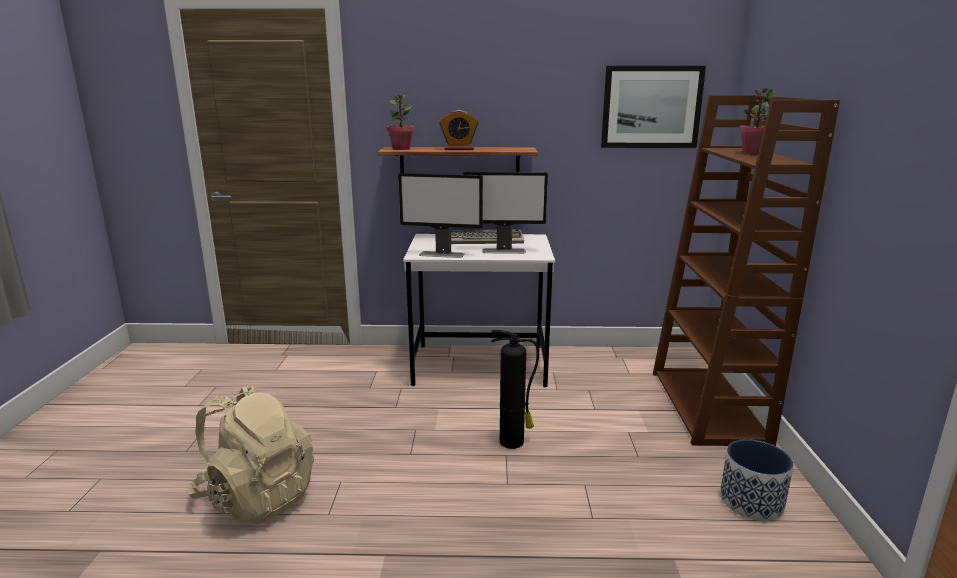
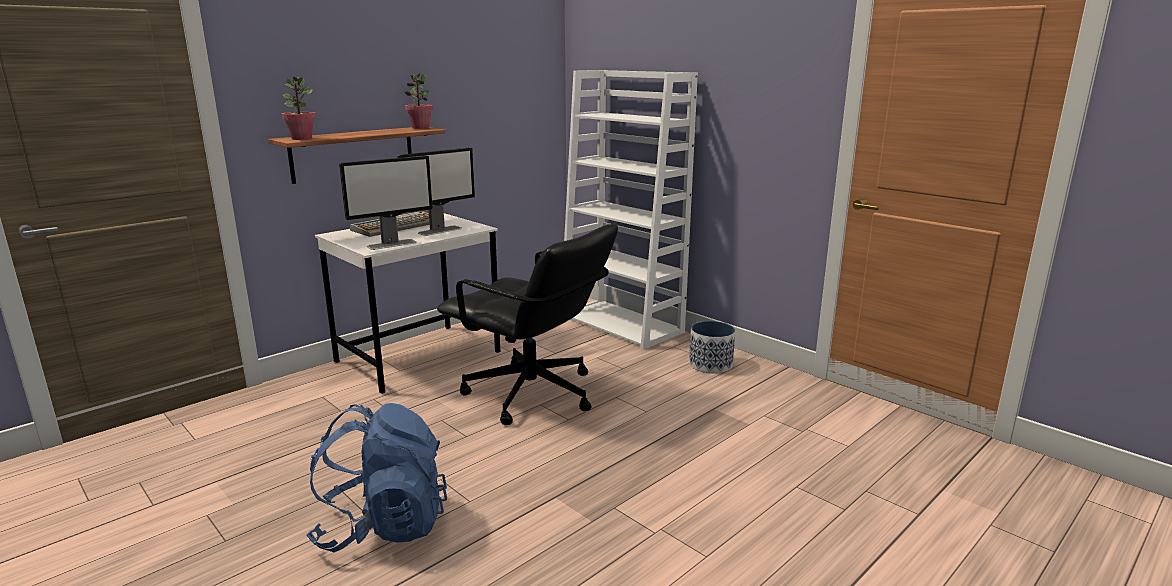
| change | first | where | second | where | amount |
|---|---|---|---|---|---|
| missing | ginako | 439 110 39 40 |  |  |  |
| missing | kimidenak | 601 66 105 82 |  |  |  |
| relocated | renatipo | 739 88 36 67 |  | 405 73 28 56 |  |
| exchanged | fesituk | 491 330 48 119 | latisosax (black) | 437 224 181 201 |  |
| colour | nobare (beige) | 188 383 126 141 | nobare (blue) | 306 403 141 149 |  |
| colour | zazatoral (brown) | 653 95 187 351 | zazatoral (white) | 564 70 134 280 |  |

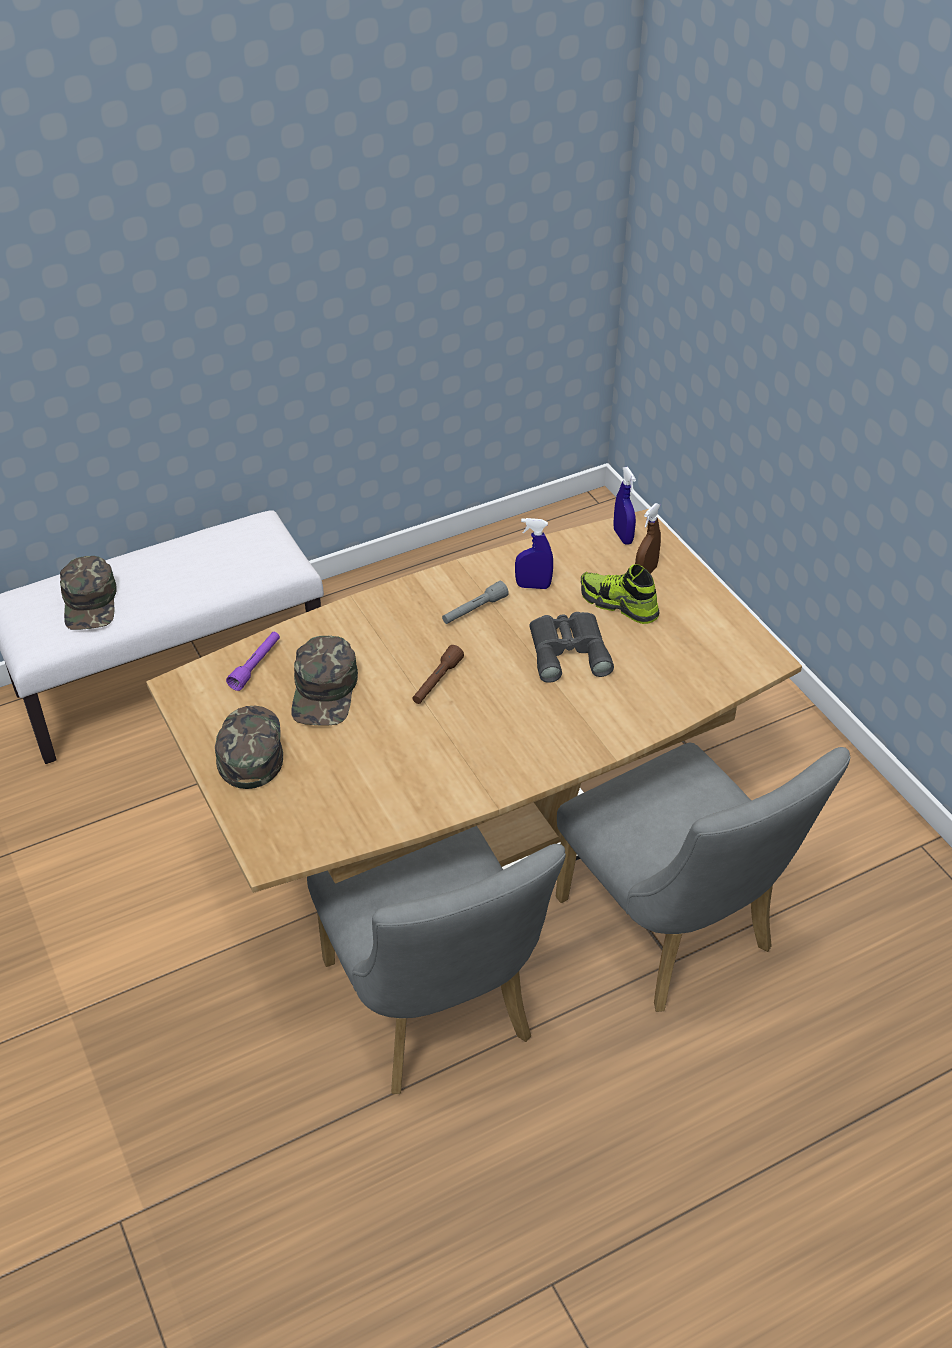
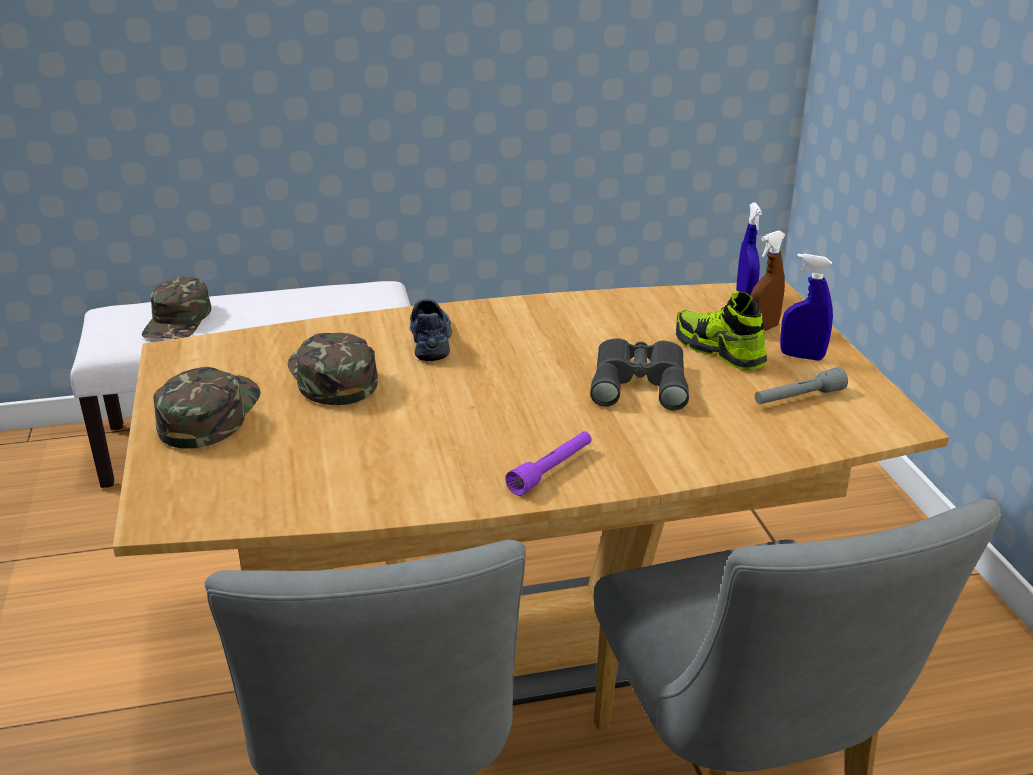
| change | first | where | second | where | amount |
|---|---|---|---|---|---|
| missing | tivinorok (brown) | 412 645 52 59 |  |  |  |
| appeared |  |  | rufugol | 410 299 42 62 |  |
| relocated | tivinorok (purple) | 226 632 54 59 |  | 505 431 87 65 |  |
| relocated | tivinorok (grey) | 442 581 67 43 |  | 755 367 93 37 |  |
| relocated | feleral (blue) | 515 518 38 71 |  | 780 254 53 106 |  |
| spun | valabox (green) | 291 635 67 91 |  | 287 333 91 72 | 135 degrees clockwise |

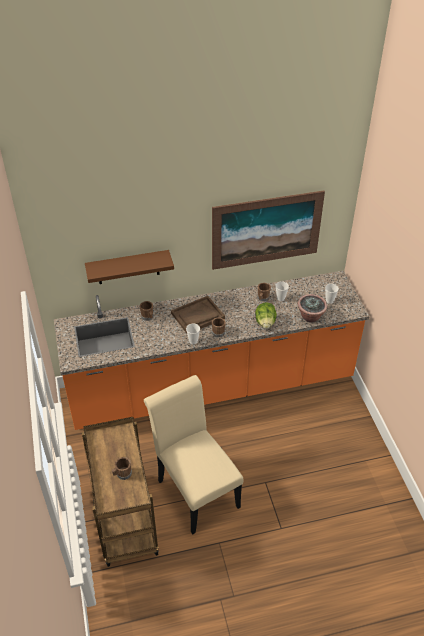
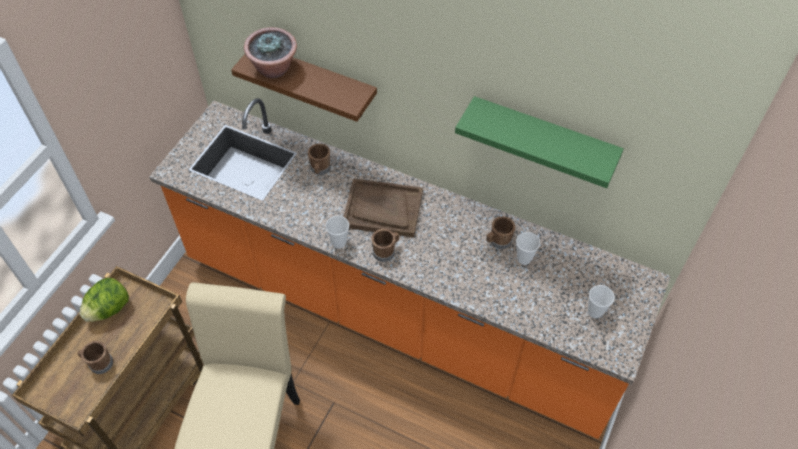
| change | first | where | second | where | amount |
|---|---|---|---|---|---|
| relocated | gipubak | 255 302 22 27 |  | 79 278 50 44 |  |
| relocated | renatipo | 298 294 29 28 |  | 244 27 53 51 |  |
| exchanged | kimidenak | 212 190 113 80 | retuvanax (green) | 455 96 169 92 |  |

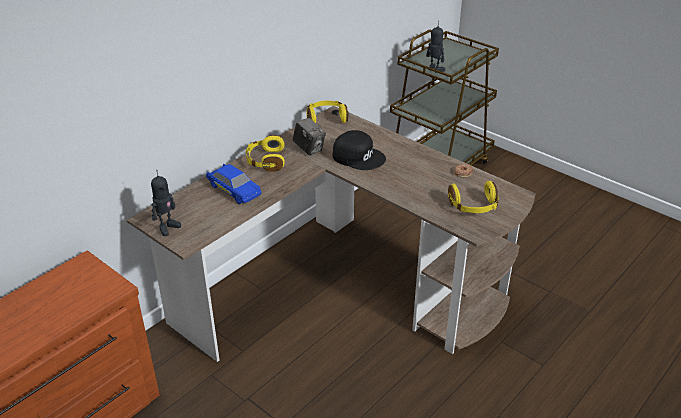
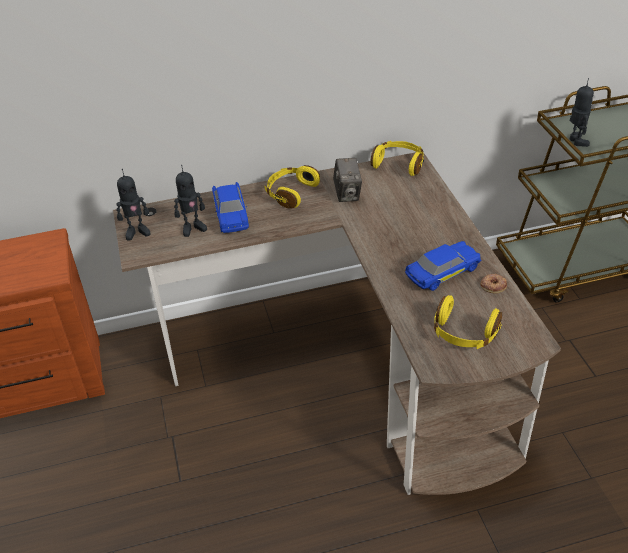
| change | first | where | second | where | amount |
|---|---|---|---|---|---|
| missing | valabox (black) | 332 130 54 40 |  |  |  |
| appeared |  |  | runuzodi | 174 165 33 72 |  |
| appeared |  |  | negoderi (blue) | 405 241 76 50 |  |

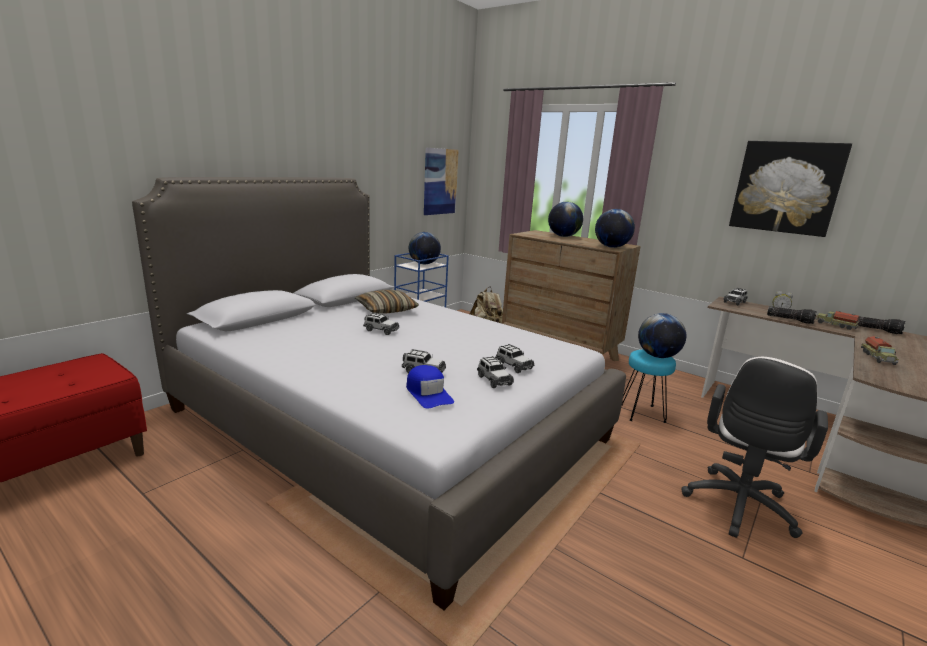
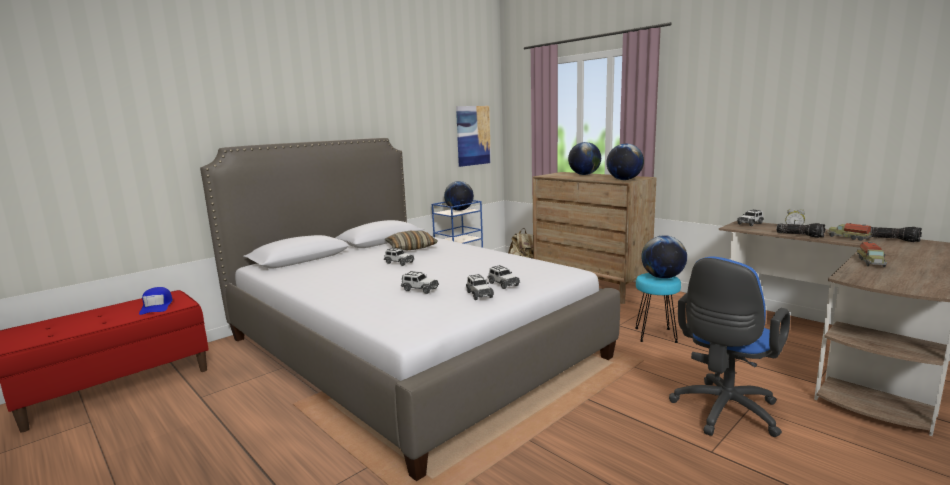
| change | first | where | second | where | amount |
|---|---|---|---|---|---|
| missing | kimidenak | 729 141 123 96 |  |  |  |
| relocated | valabox (blue) | 406 365 48 44 |  | 139 287 34 28 |  |
| colour | latisosax (white) | 681 357 147 181 | latisosax (blue) | 669 257 121 180 |  |

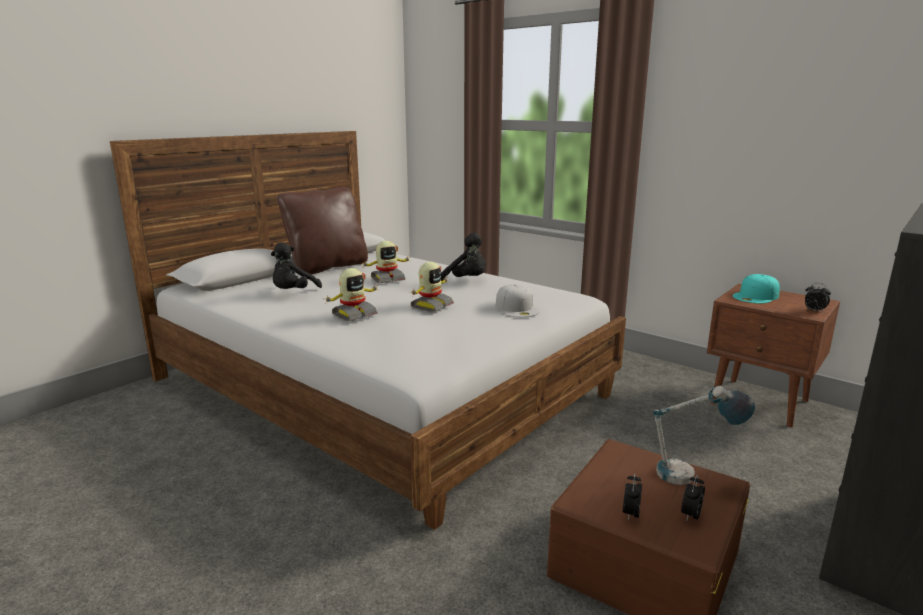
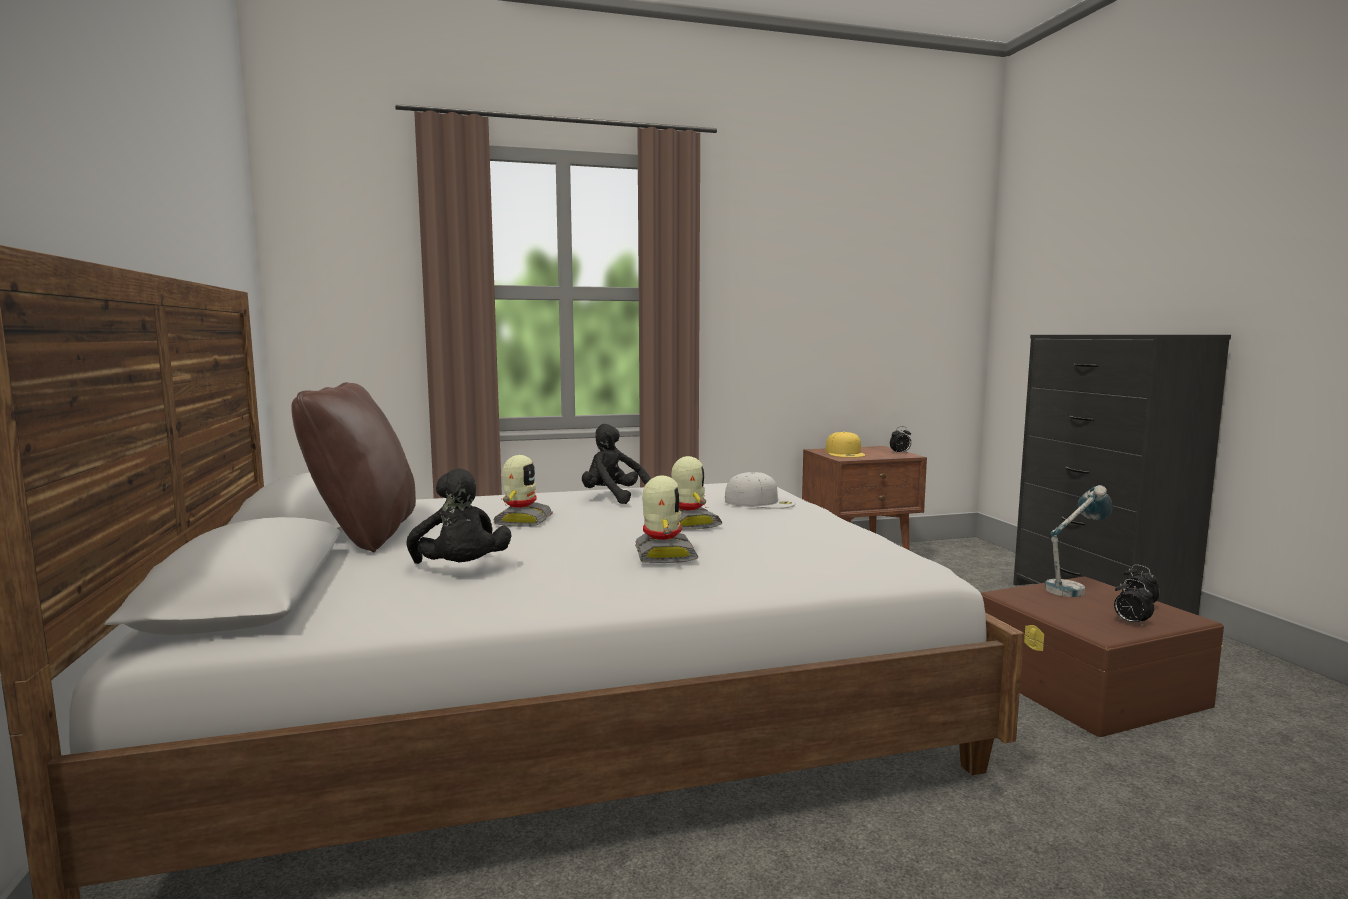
| change | first | where | second | where | amount |
|---|---|---|---|---|---|
| colour | valabox (turquoise) | 733 274 47 30 | valabox (yellow) | 826 431 39 27 |  |
| spun | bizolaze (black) | 441 233 45 48 |  | 582 424 69 80 | 120 degrees counterclockwise |

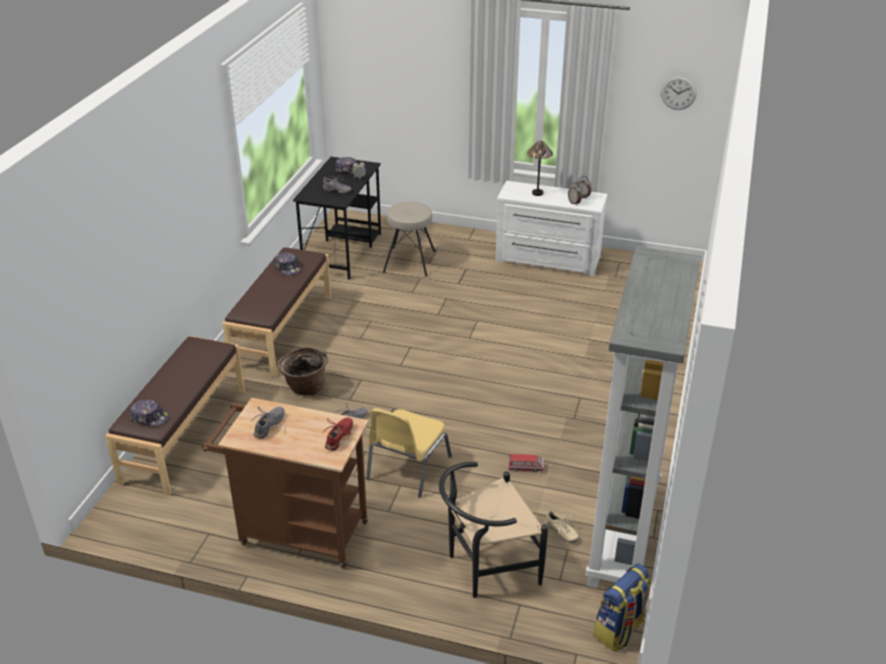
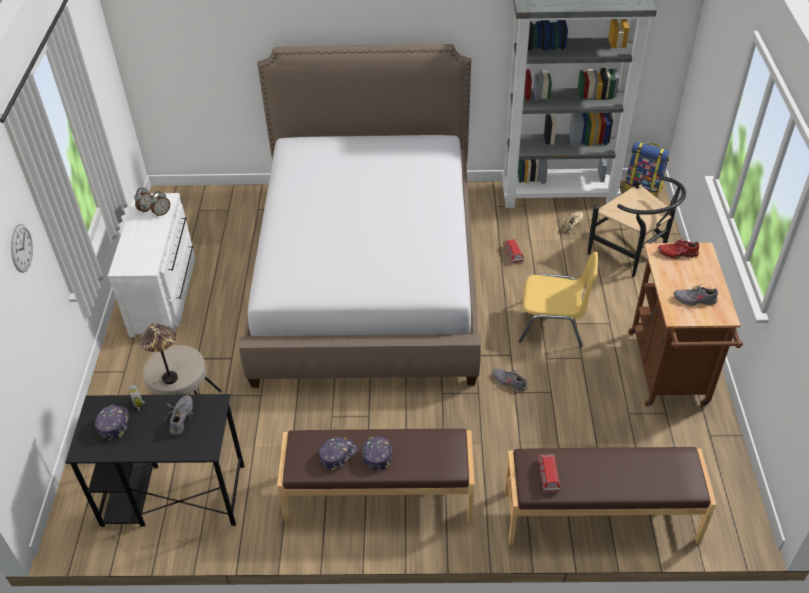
| change | first | where | second | where | amount |
|---|---|---|---|---|---|
| missing | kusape | 278 347 51 48 |  |  |  |
| appeared |  |  | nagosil | 239 44 242 344 |  |
| appeared |  |  | negoderi | 538 454 22 39 |  |
| relocated | valabox | 130 400 39 26 |  | 362 436 30 35 |  |
| relocated | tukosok | 527 141 26 55 |  | 139 323 39 61 |  |
| relocated | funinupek | 661 76 36 34 |  | 11 224 22 49 |  |

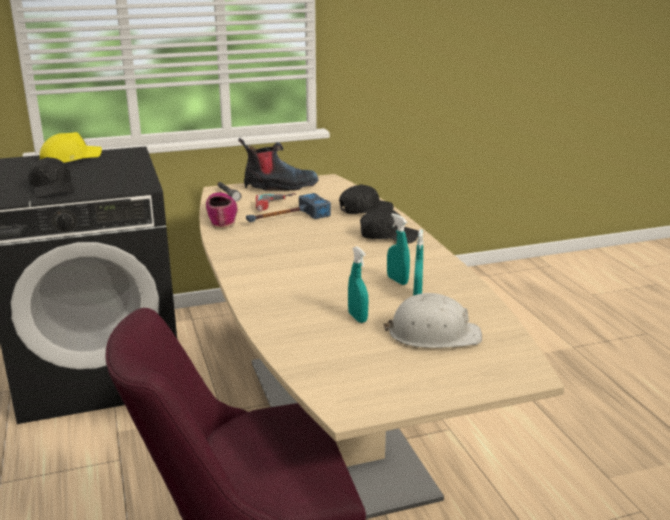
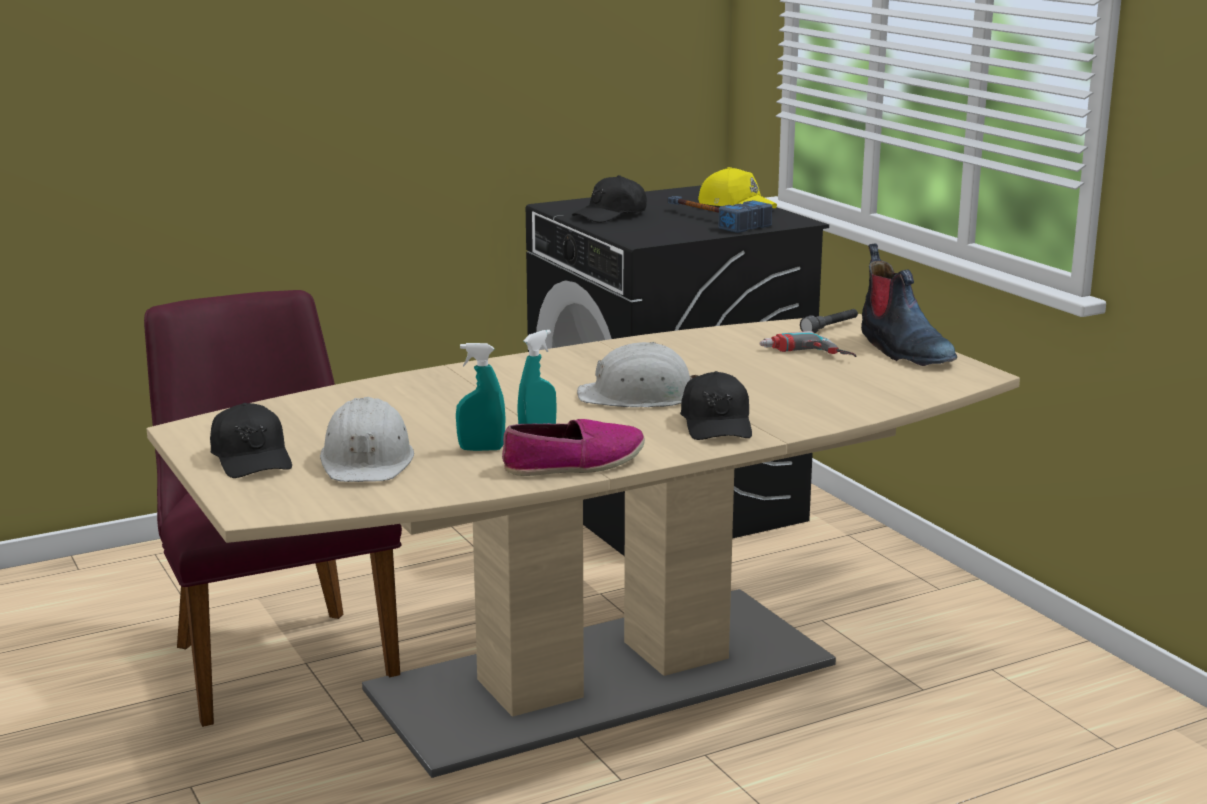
| change | first | where | second | where | amount |
|---|---|---|---|---|---|
| missing | feleral (turquoise) | 348 246 20 77 |  |  |  |
| appeared |  |  | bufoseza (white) | 577 342 121 65 |  |
| relocated | rufugol | 206 192 32 37 |  | 502 419 143 57 |  |
| relocated | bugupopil | 246 193 85 29 |  | 668 196 104 37 |  |
| relocated | valabox (black) | 339 184 55 30 |  | 210 403 82 75 |  |

